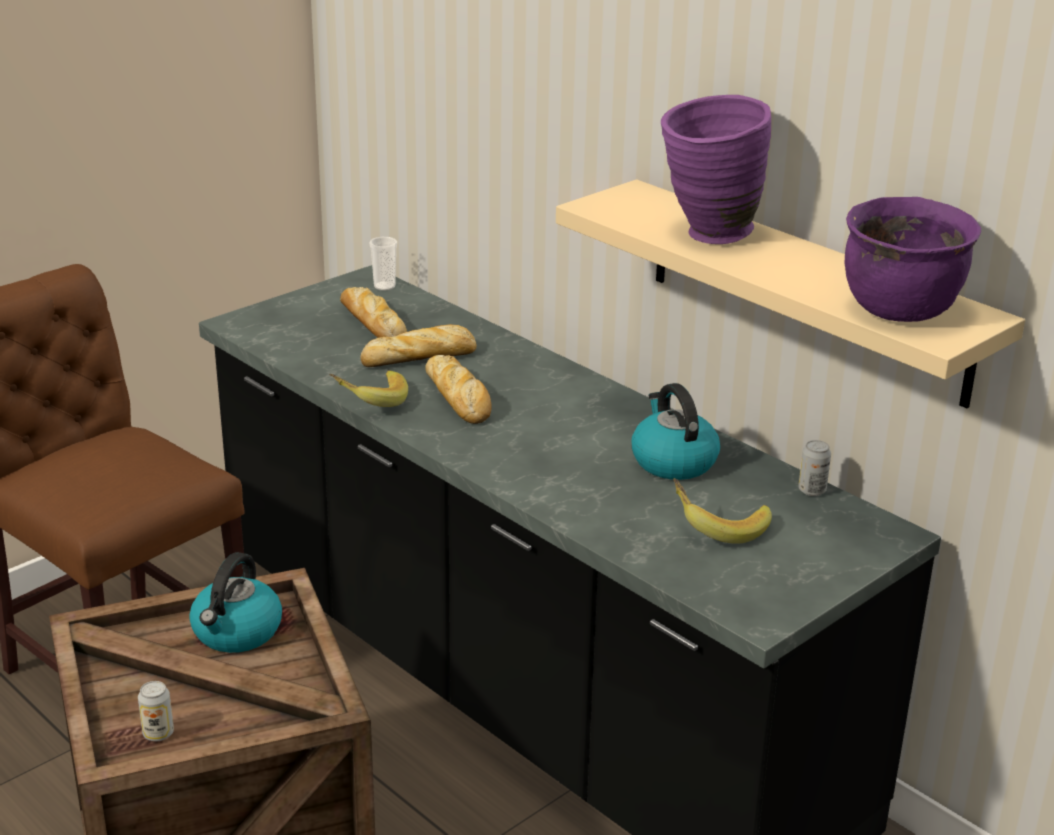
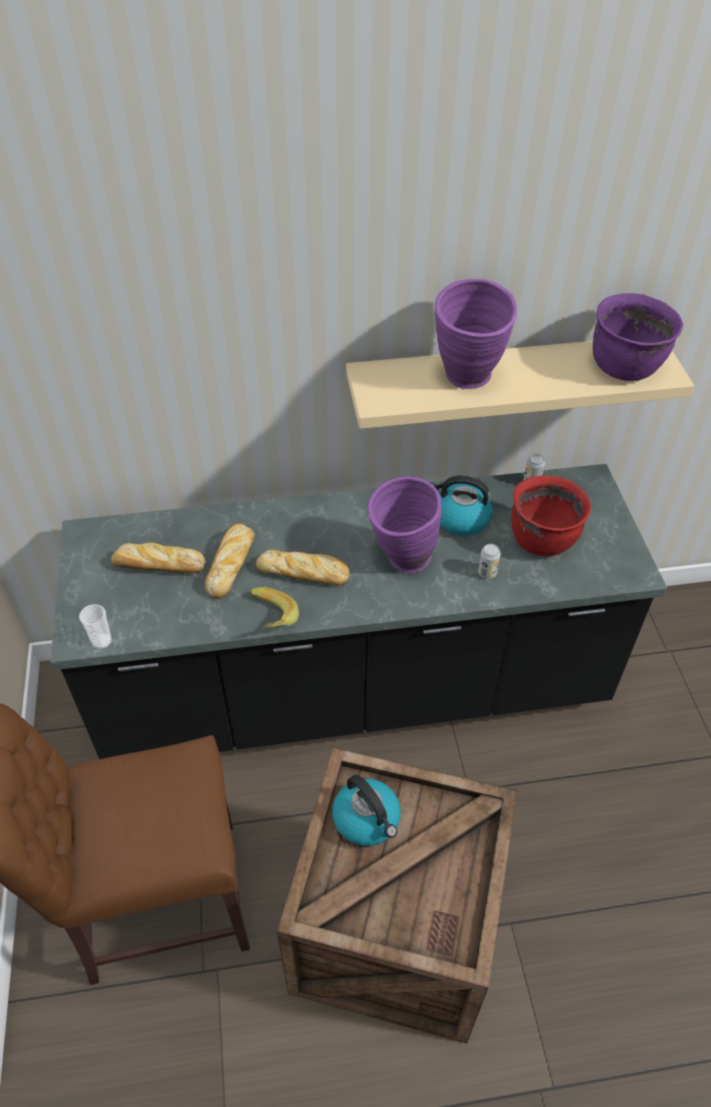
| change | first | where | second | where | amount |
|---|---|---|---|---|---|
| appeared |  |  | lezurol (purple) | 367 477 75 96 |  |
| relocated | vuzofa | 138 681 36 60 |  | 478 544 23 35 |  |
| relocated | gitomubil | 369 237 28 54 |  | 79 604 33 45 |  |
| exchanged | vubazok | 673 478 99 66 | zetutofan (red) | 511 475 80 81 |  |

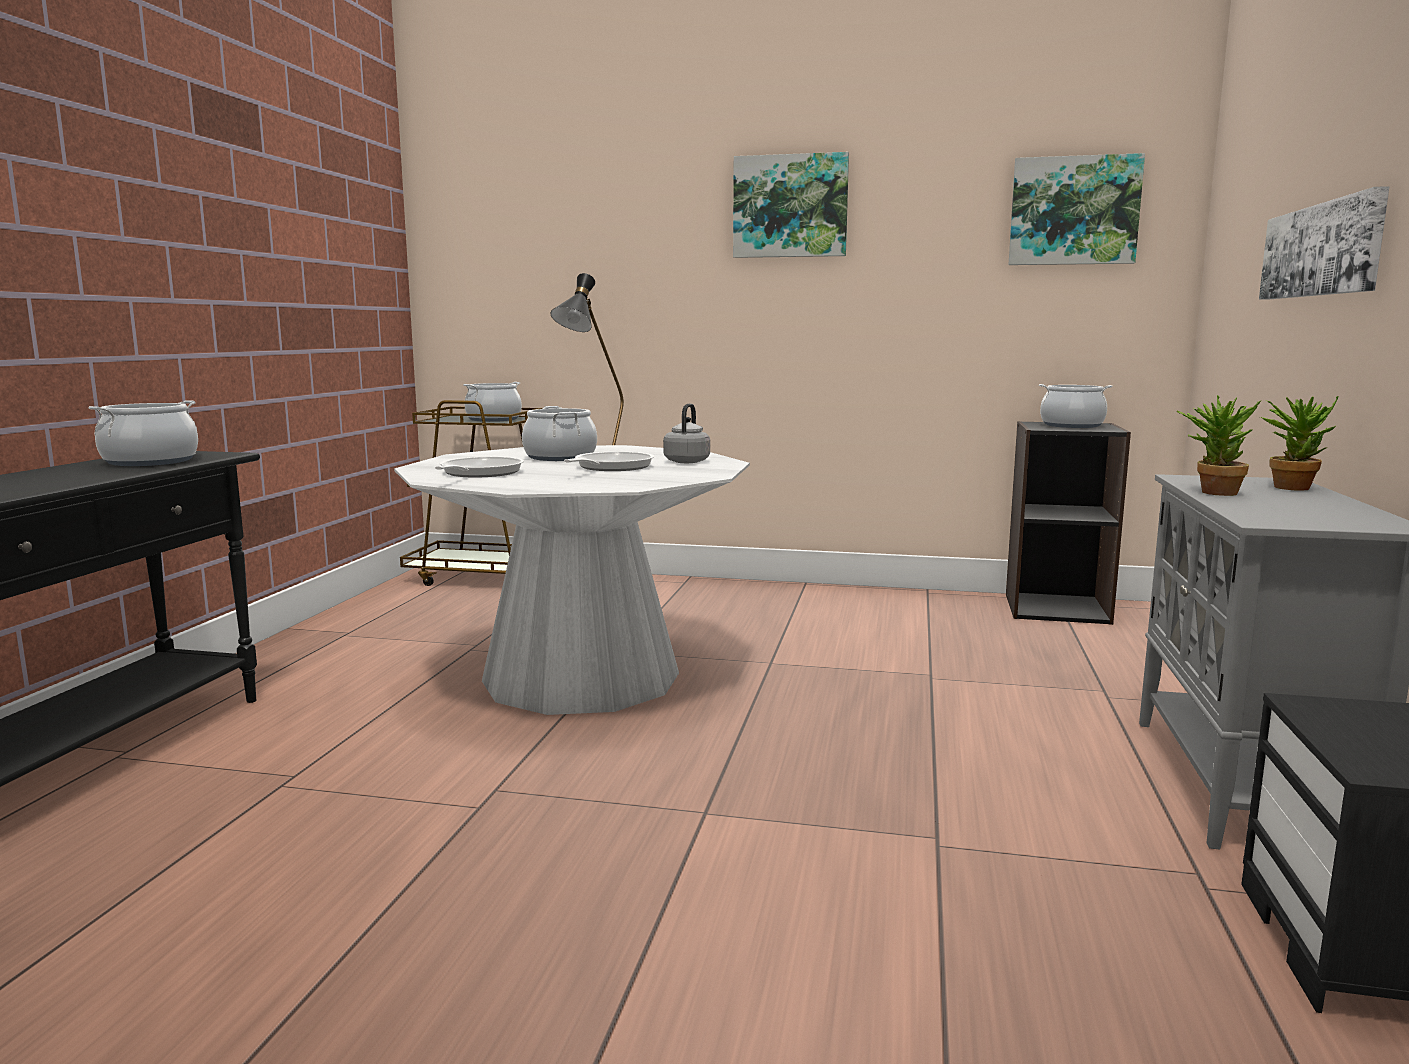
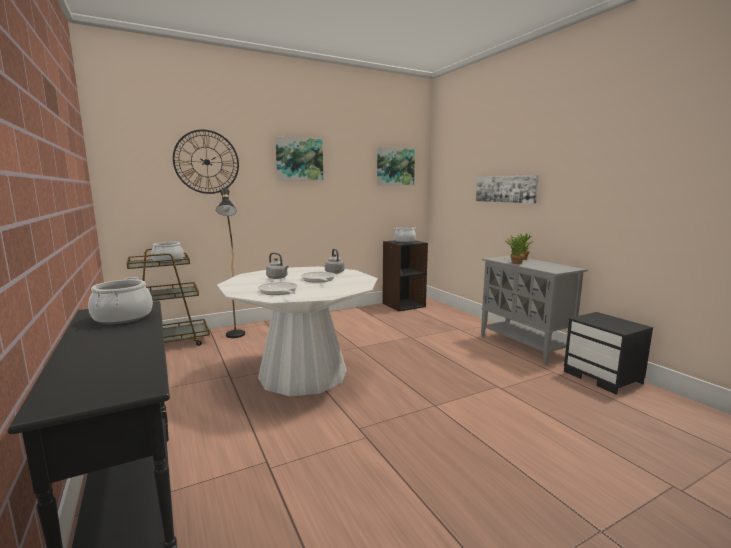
| change | first | where | second | where | amount |
|---|---|---|---|---|---|
| appeared |  |  | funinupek | 173 130 66 64 |  |
| exchanged | zetutofan | 522 406 75 55 | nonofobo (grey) | 266 252 23 27 |  |

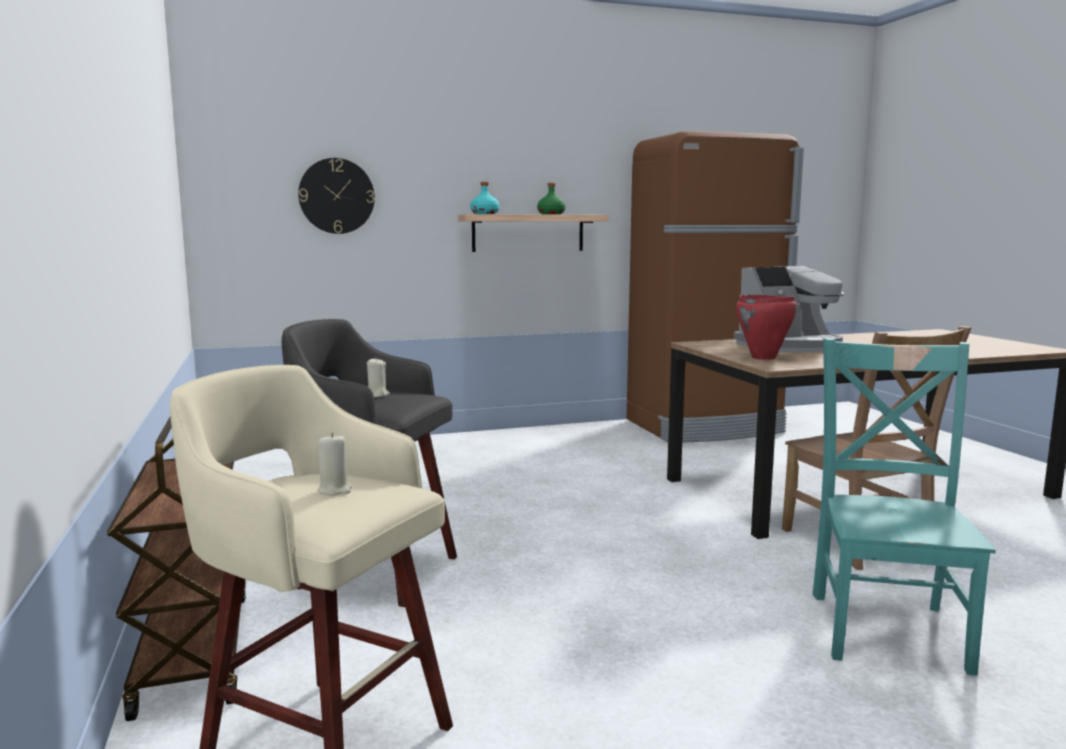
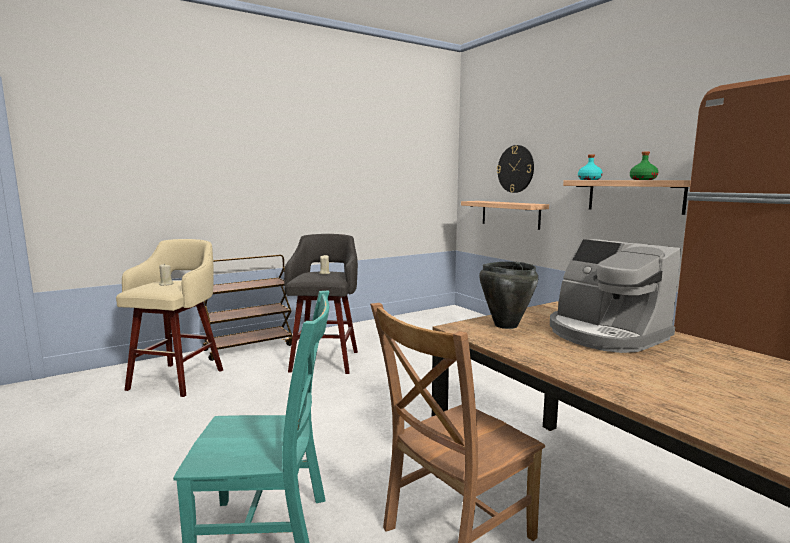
| change | first | where | second | where | amount |
|---|---|---|---|---|---|
| appeared |  |  | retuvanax | 461 201 88 29 |  |
| colour | zetutofan (red) | 736 295 62 65 | zetutofan (black) | 479 262 59 67 |  |

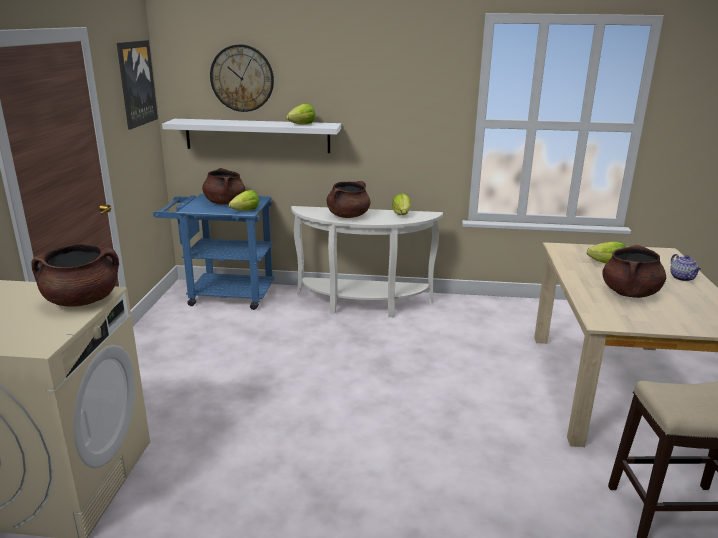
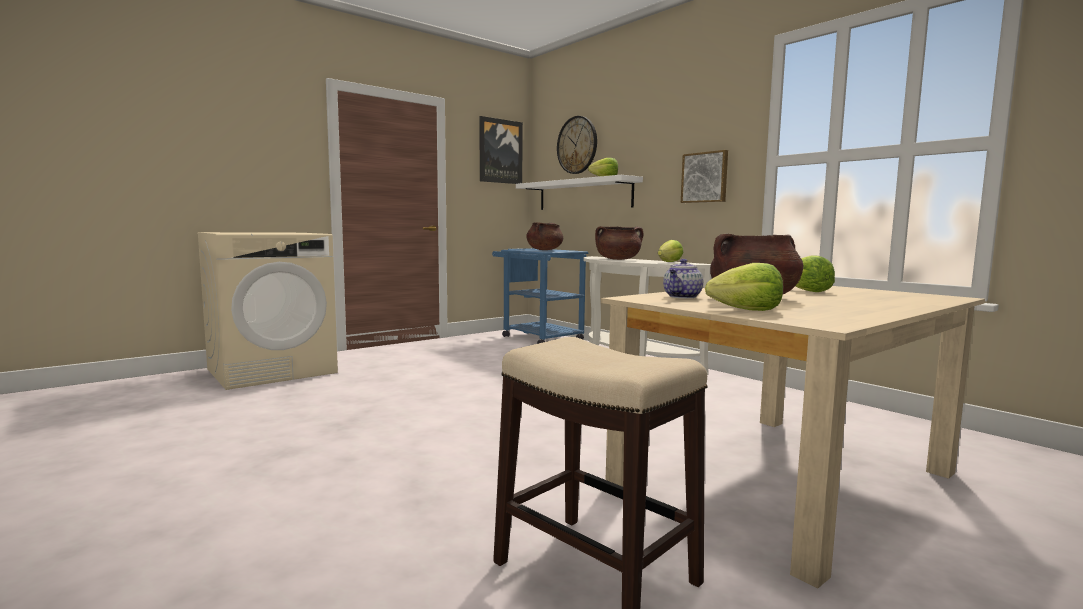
| change | first | where | second | where | amount |
|---|---|---|---|---|---|
| missing | zetutofan (brown) | 31 244 88 63 |  |  |  |
| appeared |  |  | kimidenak | 681 150 47 53 |  |
| relocated | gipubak | 229 190 30 21 |  | 705 263 78 48 |  |
| relocated | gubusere | 670 254 31 27 |  | 663 259 40 39 |  |

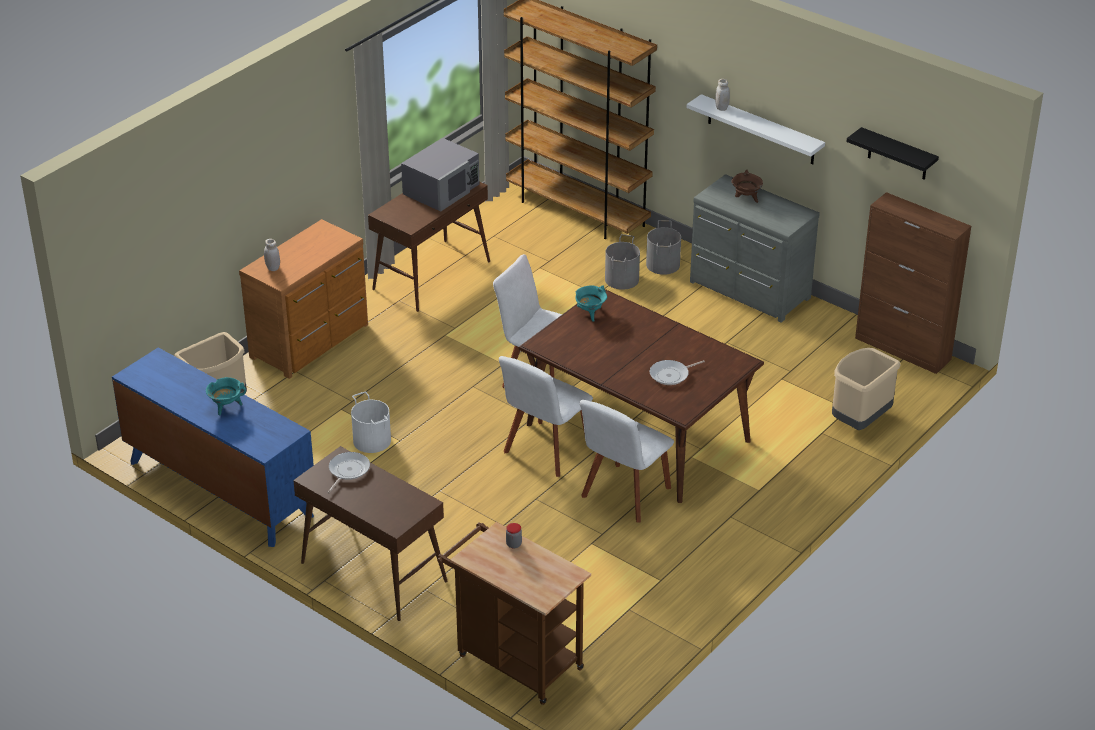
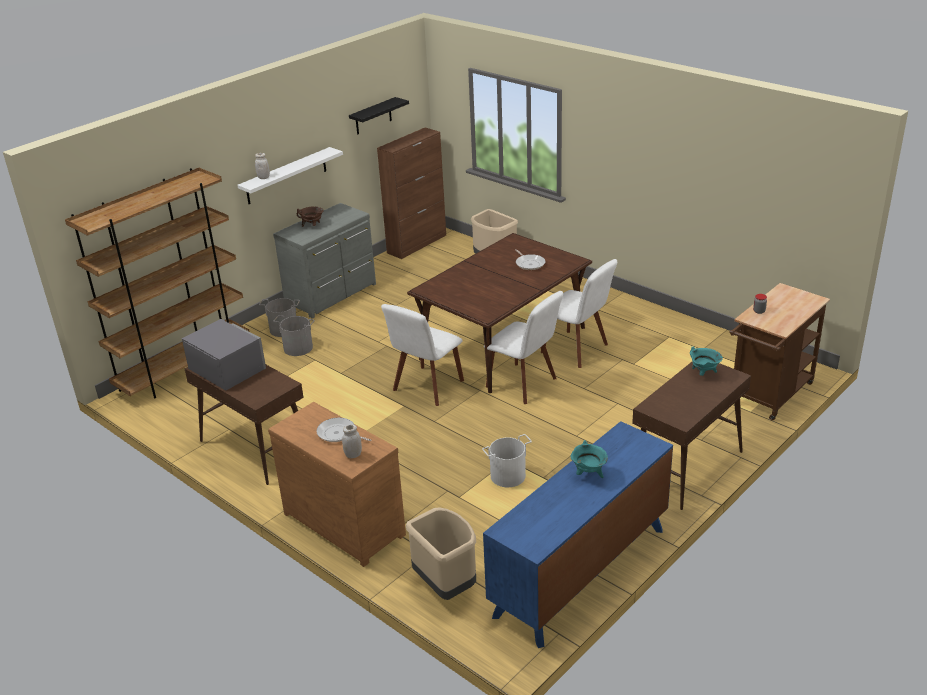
| change | first | where | second | where | amount |
|---|---|---|---|---|---|
| relocated | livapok | 327 452 43 41 |  | 317 418 54 24 |  |
| relocated | zetutofan (turquoise) | 575 285 32 37 |  | 690 346 33 30 |  |

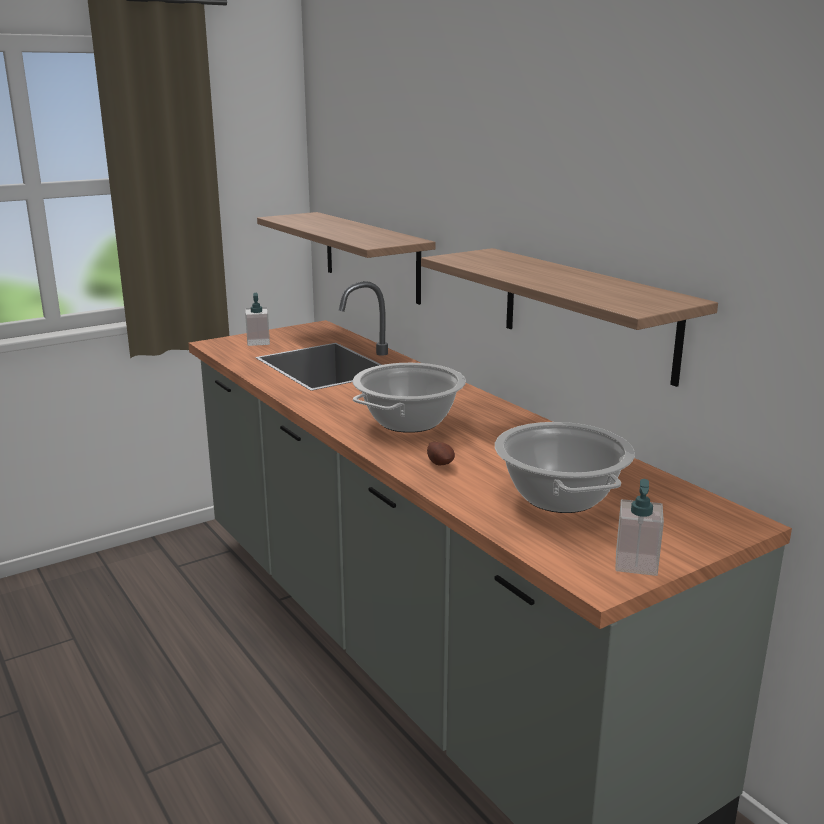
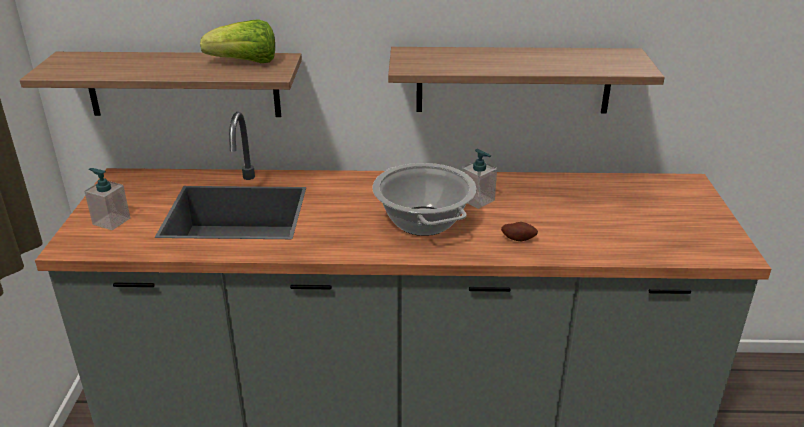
| change | first | where | second | where | amount |
|---|---|---|---|---|---|
| missing | zetutofan | 495 422 140 91 |  |  |  |
| appeared |  |  | gipubak | 200 19 75 44 |  |
| relocated | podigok | 615 479 49 97 |  | 462 149 35 60 |  |

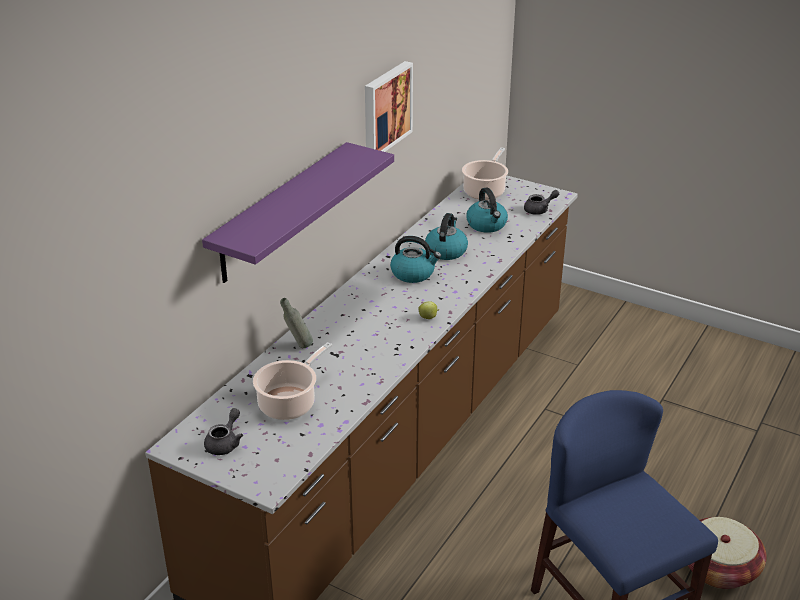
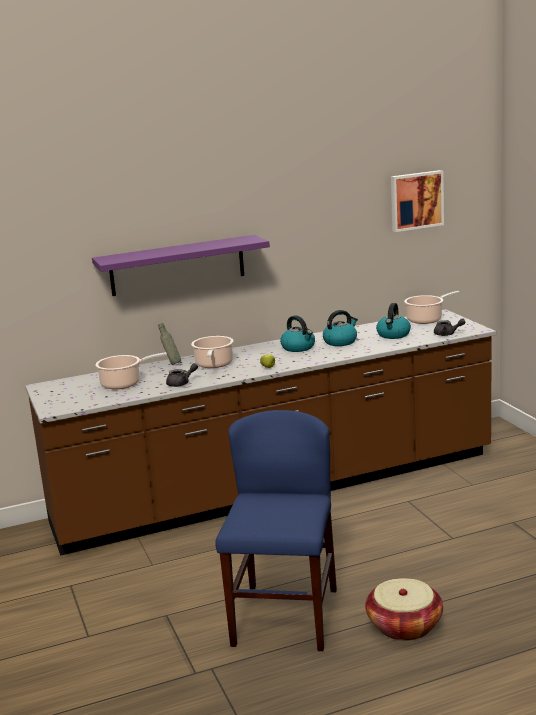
| change | first | where | second | where | amount |
|---|---|---|---|---|---|
| appeared |  |  | zetutofan | 191 336 42 32 |  |
| relocated | gubusere (grey) | 204 408 39 47 |  | 166 363 32 24 |  |
| relocated | kimidenak | 365 61 48 91 |  | 391 170 53 62 |  |

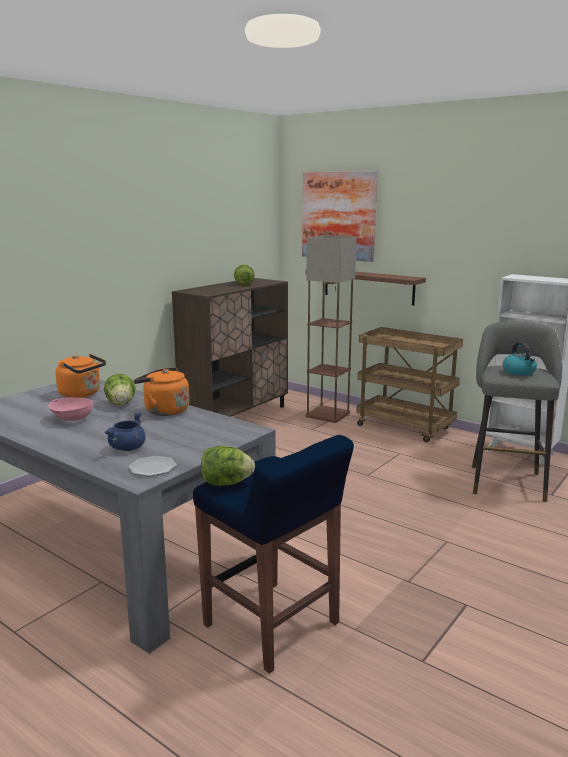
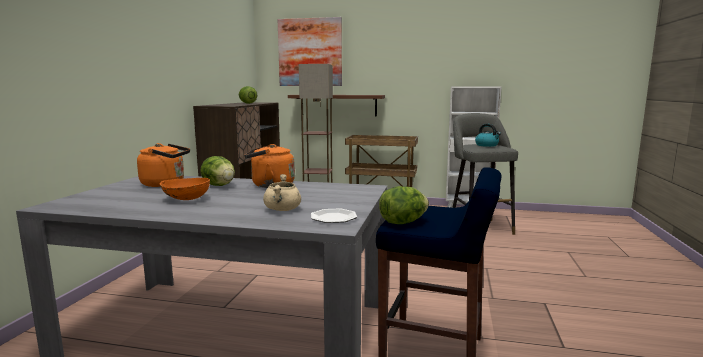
| change | first | where | second | where | amount |
|---|---|---|---|---|---|
| colour | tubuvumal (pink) | 48 397 45 24 | tubuvumal (orange) | 160 178 50 22 |  |
| colour | zetutofan (blue) | 105 412 41 39 | zetutofan (beige) | 263 174 38 37 |  |

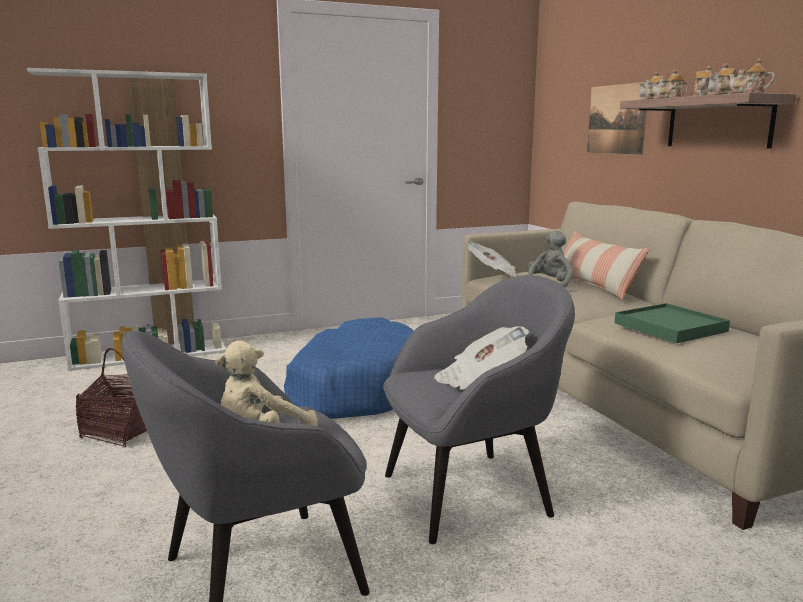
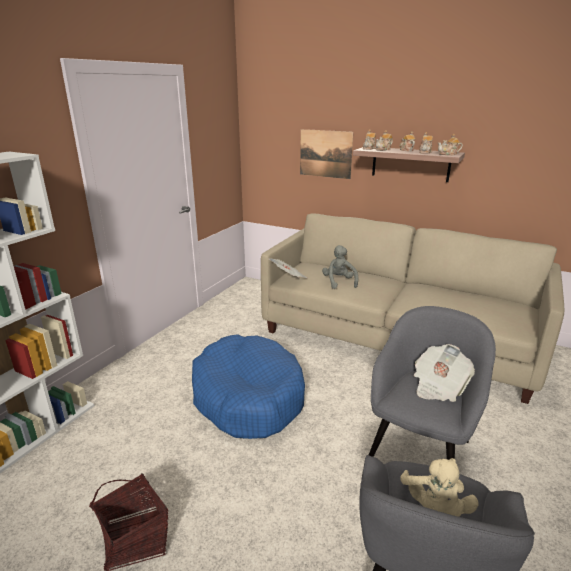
| change | first | where | second | where | amount |
|---|---|---|---|---|---|
| missing | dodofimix | 564 231 86 69 |  |  |  |
| missing | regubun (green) | 615 303 115 40 |  |  |  |

